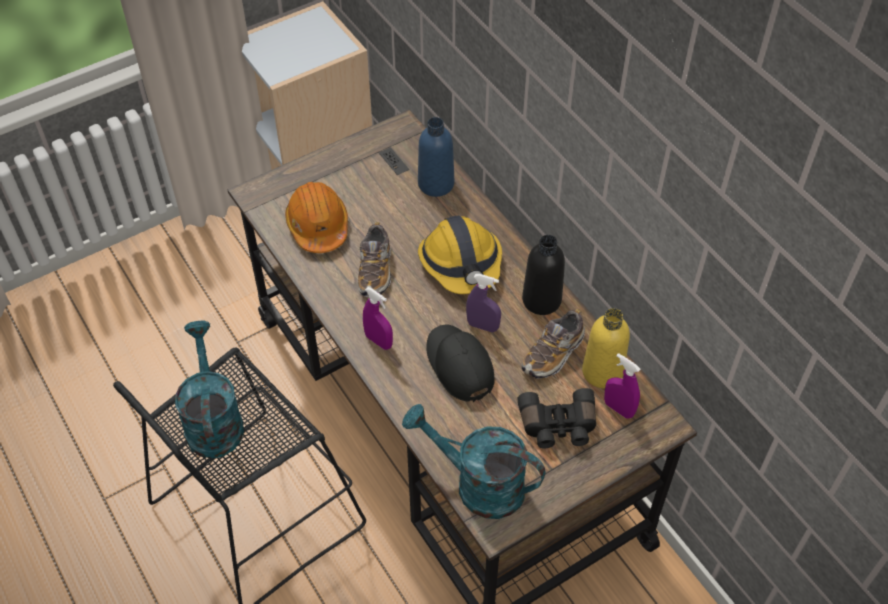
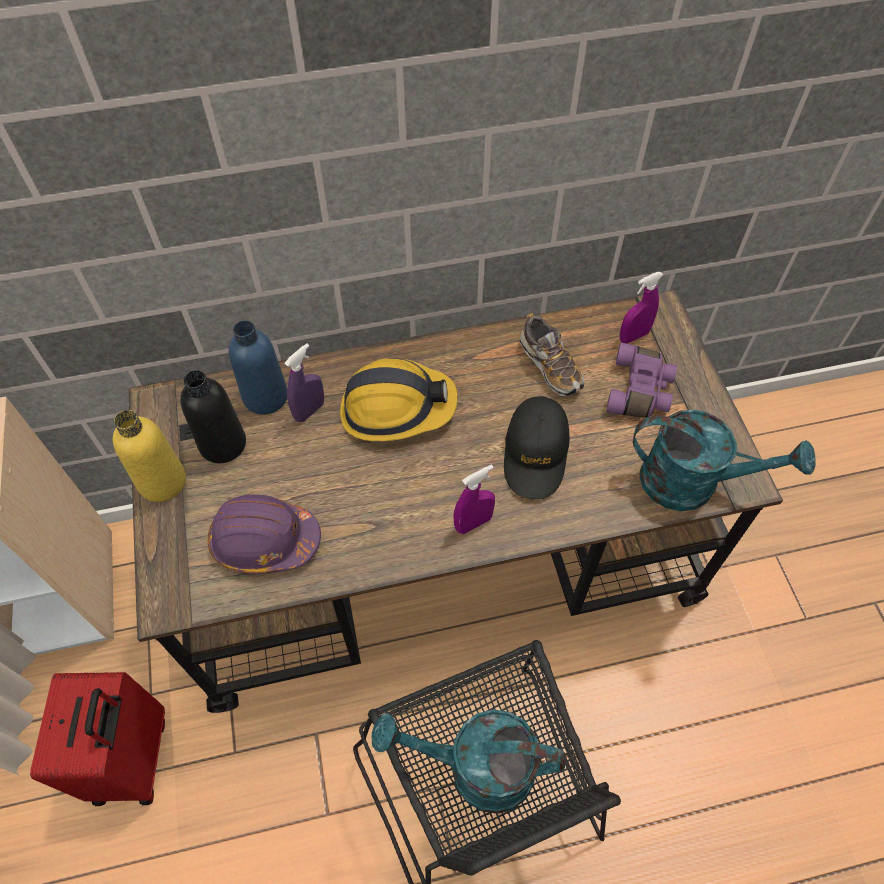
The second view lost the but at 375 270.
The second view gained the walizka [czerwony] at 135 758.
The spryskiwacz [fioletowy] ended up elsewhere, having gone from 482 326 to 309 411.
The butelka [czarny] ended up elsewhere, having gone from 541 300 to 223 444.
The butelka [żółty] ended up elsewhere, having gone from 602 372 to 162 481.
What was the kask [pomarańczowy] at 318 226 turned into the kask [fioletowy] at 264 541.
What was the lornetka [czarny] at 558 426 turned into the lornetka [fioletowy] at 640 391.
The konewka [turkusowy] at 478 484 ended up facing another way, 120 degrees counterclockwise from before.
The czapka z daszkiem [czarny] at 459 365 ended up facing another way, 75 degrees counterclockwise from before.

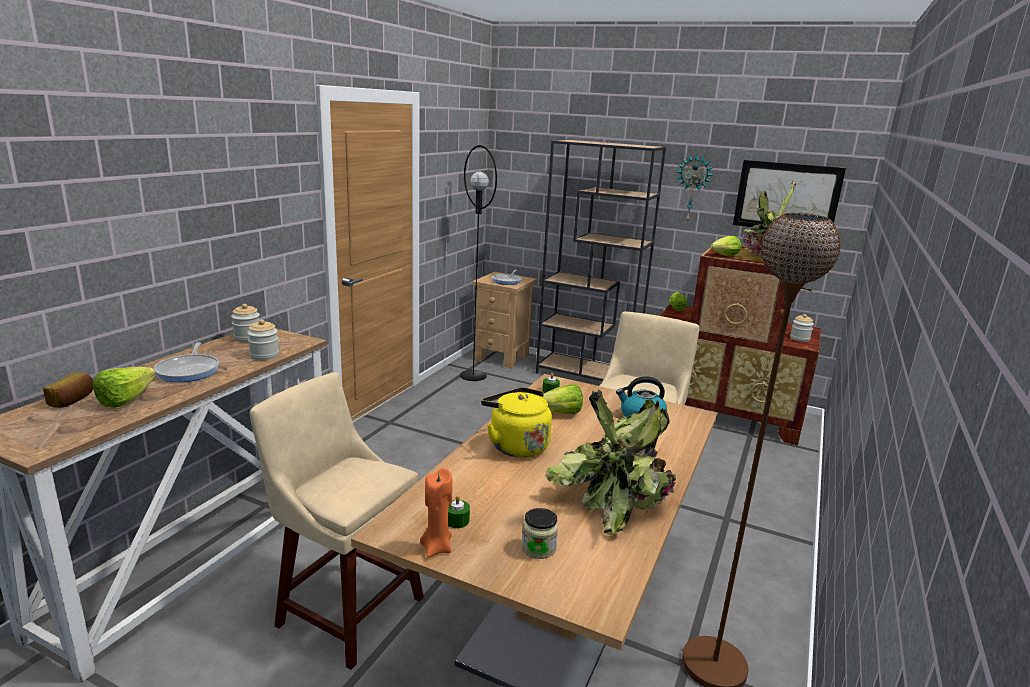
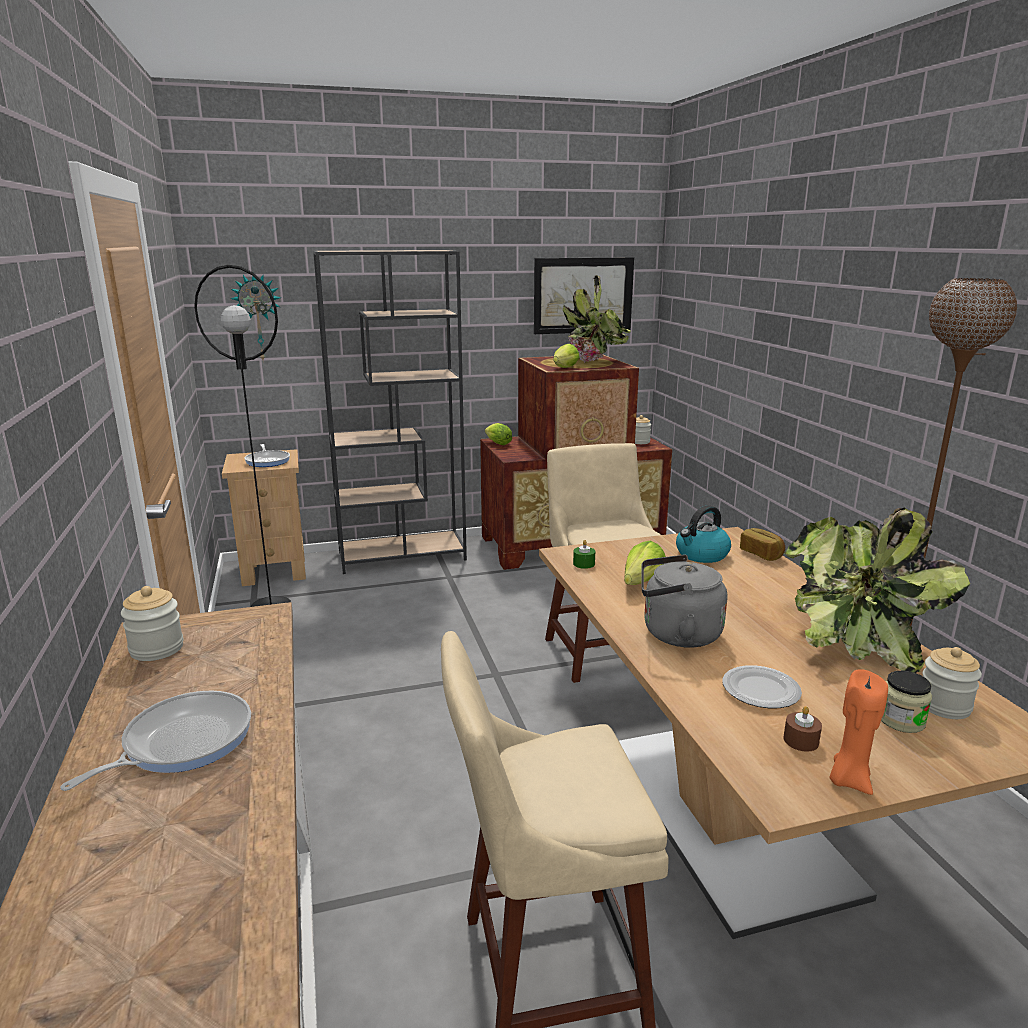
The second view lost the sałata at 131 399.
The second view gained the talerz at 761 691.
The chleb ended up elsewhere, having gone from 73 400 to 761 554.
The słoik ended up elsewhere, having gone from 264 355 to 944 706.
The zegar ścienny ended up elsewhere, having gone from 692 188 to 258 317.
What was the świeca [zielony] at 457 520 turned into the świeca [brązowy] at 801 740.
What was the czajnik [żółty] at 516 445 turned into the czajnik [szary] at 676 634.
The patelnia at 189 370 ended up facing another way, 90 degrees counterclockwise from before.

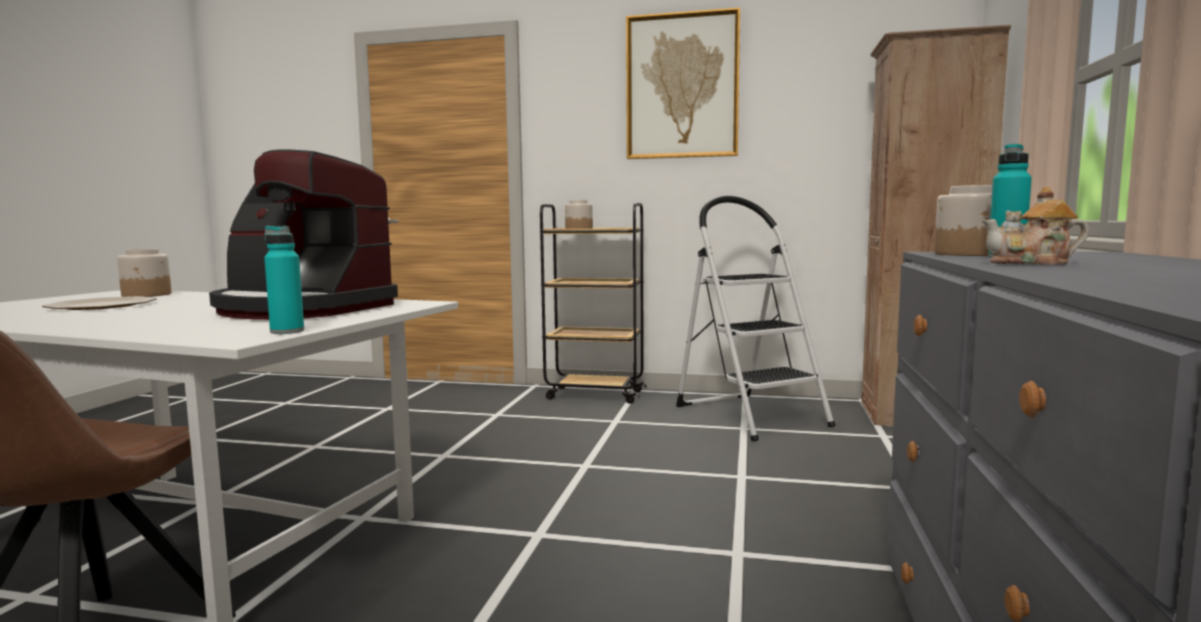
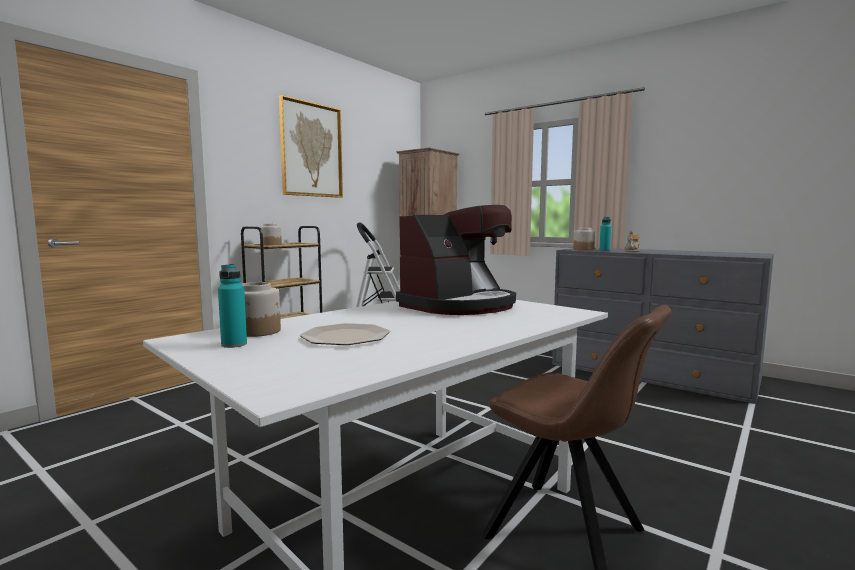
The butelka [turkusowy] ended up elsewhere, having gone from 287 331 to 234 344.

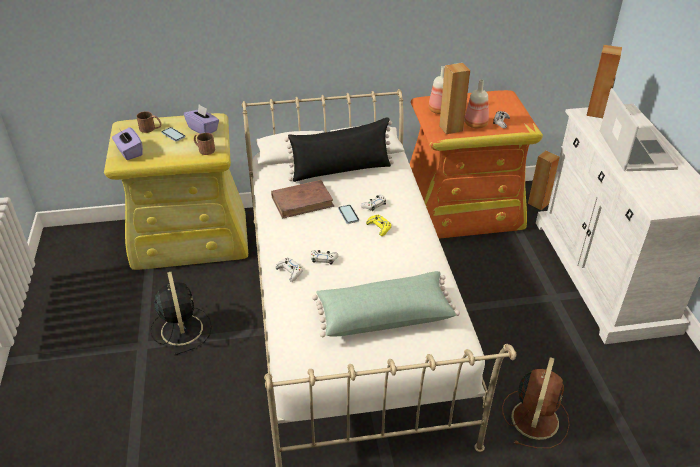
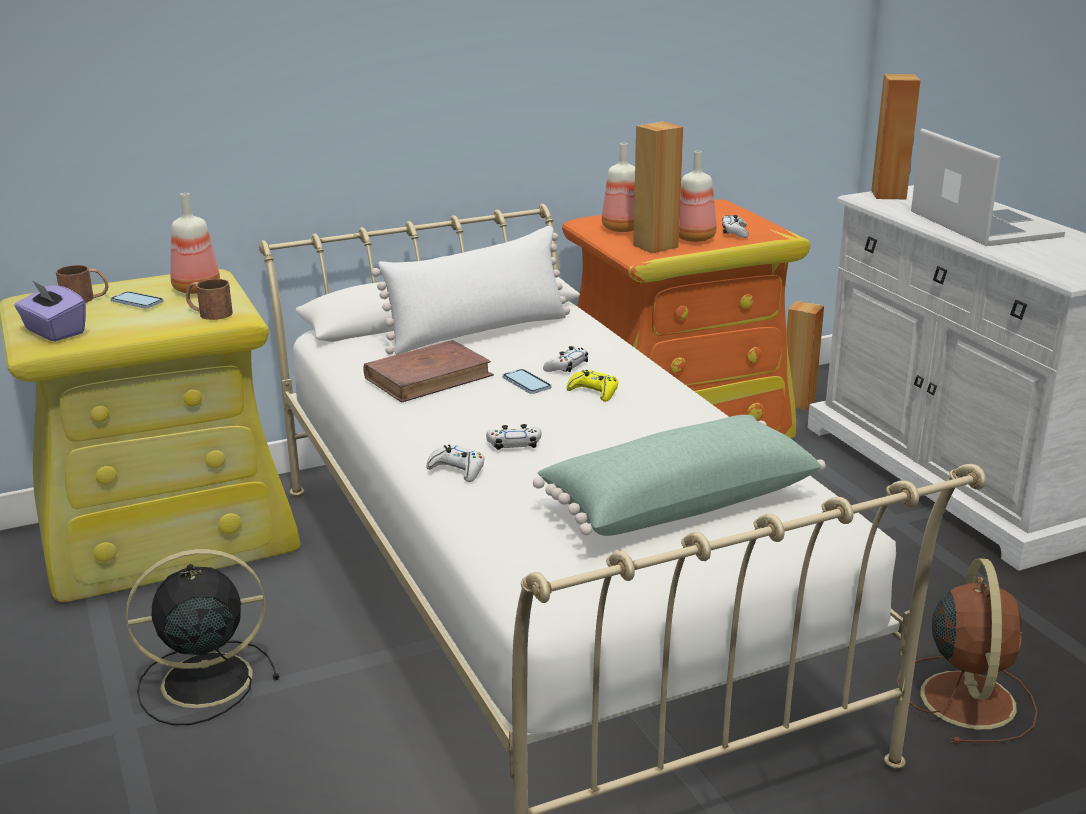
Where the pudełko chusteczek [fioletowy] stood at 203 129, the butelka came to stand at 195 289.
What was the poduszka [czarny] at 341 170 turned into the poduszka [biały] at 478 332.
The wentylator [czarny] at 181 328 ended up facing another way, 75 degrees counterclockwise from before.

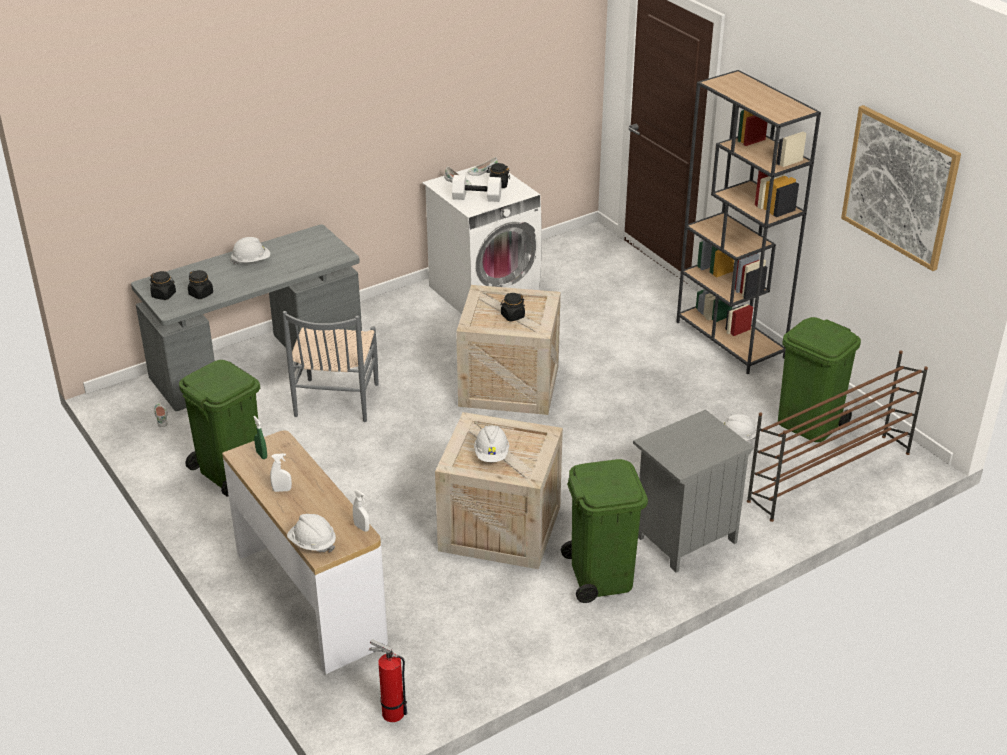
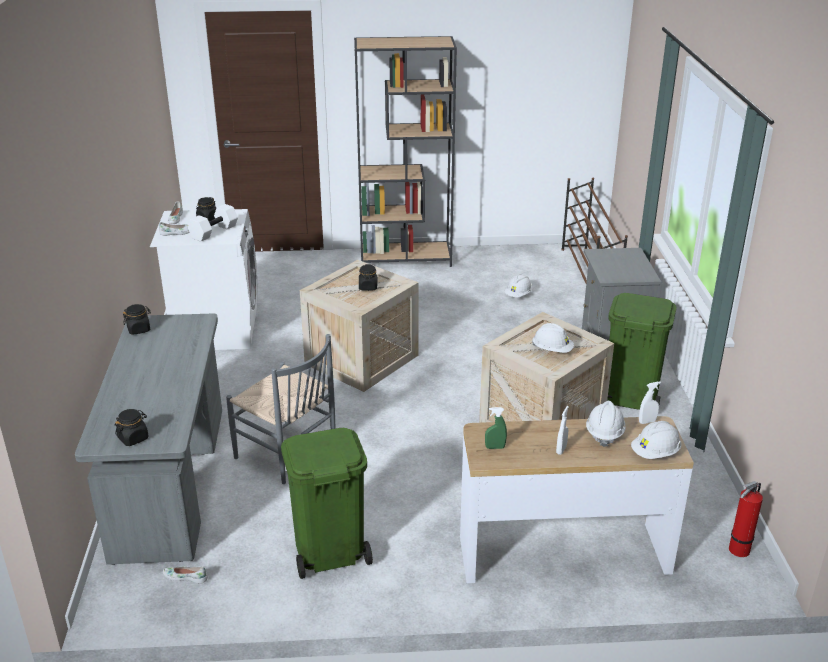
The second view lost the kosz na śmieci [zielony] at 809 424.
The second view lost the obraz at 900 187.
The słoik [czarny] ended up elsewhere, having gone from 201 294 to 139 329.
The kask [biały] ended up elsewhere, having gone from 251 261 to 604 433.

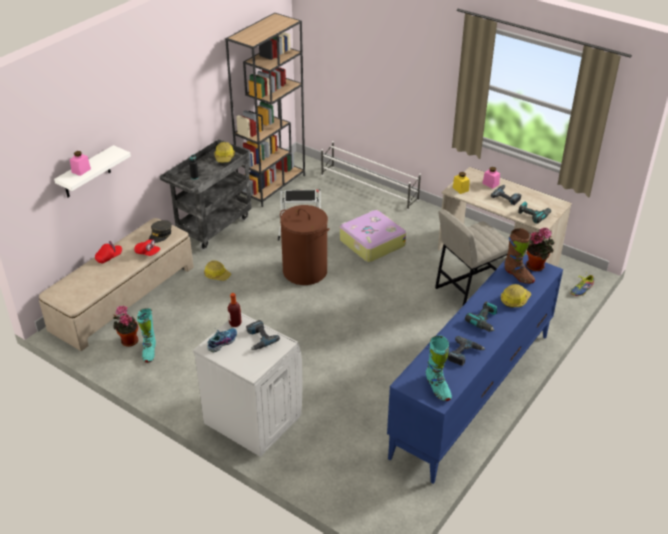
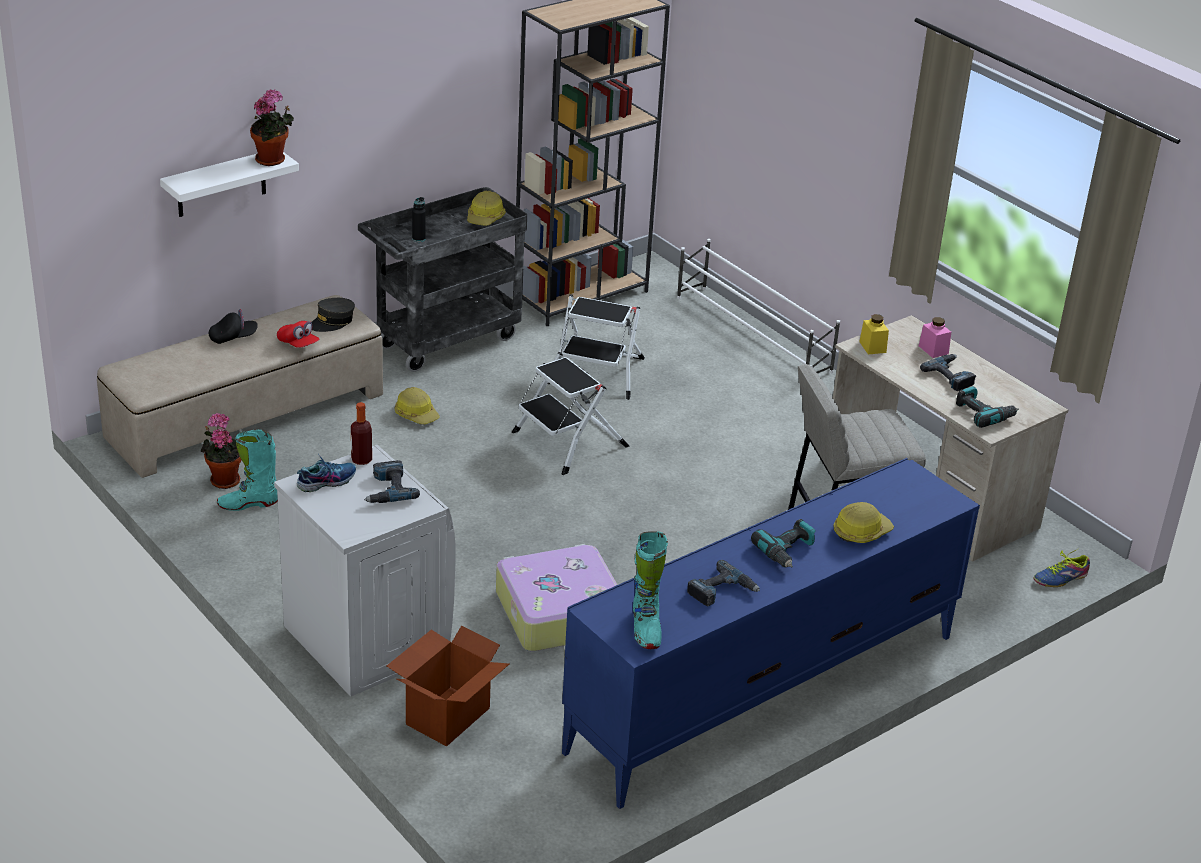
The second view lost the słoik [różowy] at 81 170.
The second view lost the but z cholewką [brązowy] at 518 276.
The second view gained the karton at 447 716.
The walizka ended up elsewhere, having gone from 371 243 to 558 612.
The roślina doniczkowa ended up elsewhere, having gone from 537 266 to 273 160.
Where the kosz na pranie [brązowy] stood at 305 271, the drabinka came to stand at 569 441.
What was the czapka z daszkiem [czerwony] at 109 257 turned into the czapka z daszkiem [czarny] at 233 337.
The but z cholewką [turkusowy] at 149 352 ended up facing another way, 60 degrees clockwise from before.

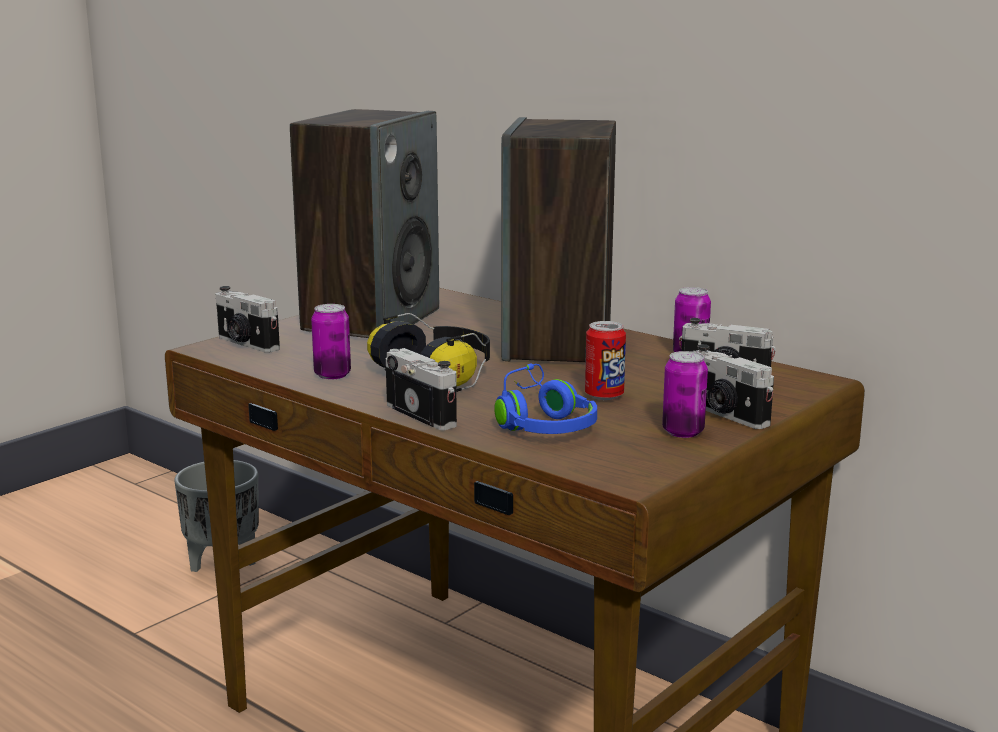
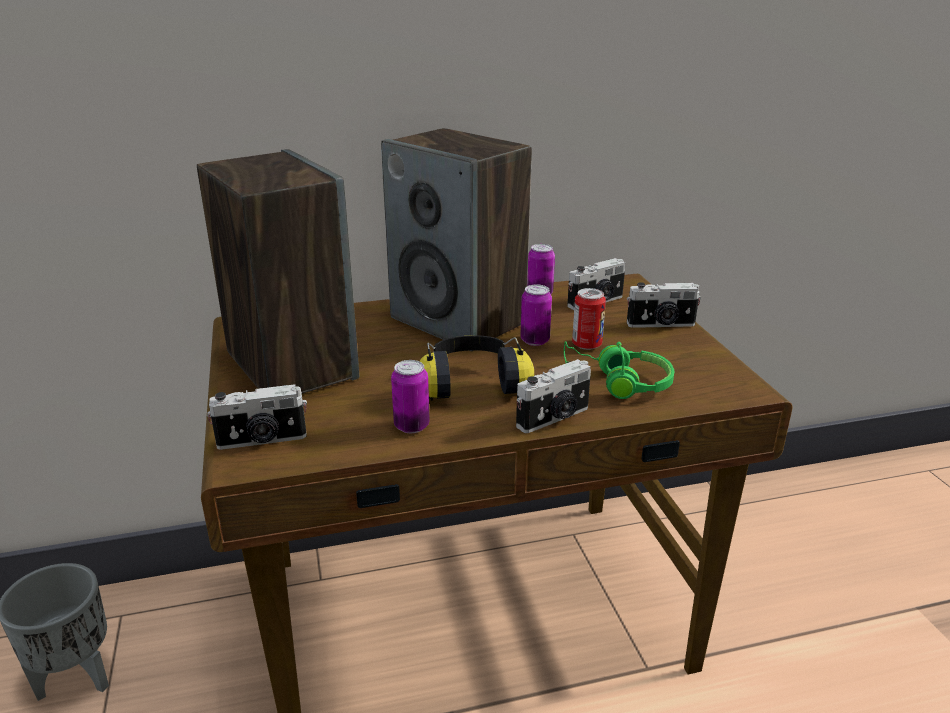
The puszka ended up elsewhere, having gone from 683 432 to 535 340.
What was the słuchawki [niebieski] at 542 422 turned into the słuchawki [zielony] at 618 382.
The aparat fotograficzny at 423 414 ended up facing another way, 150 degrees clockwise from before.

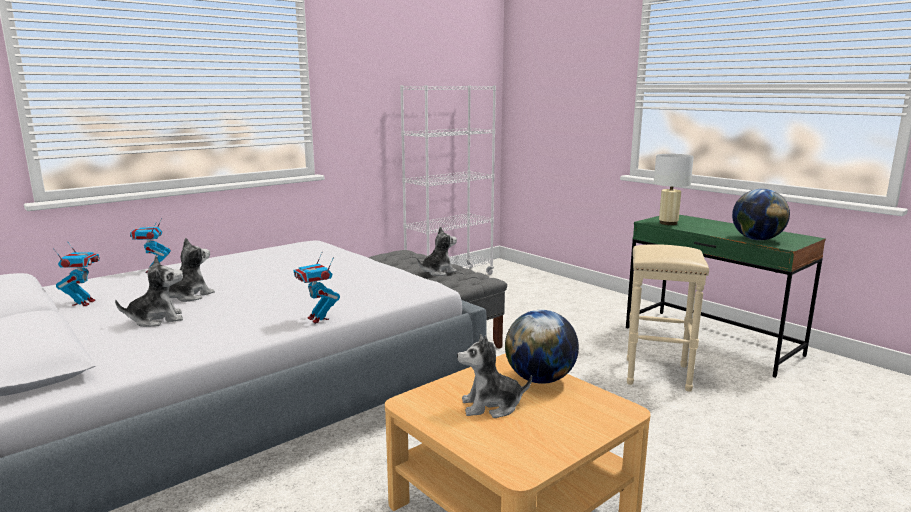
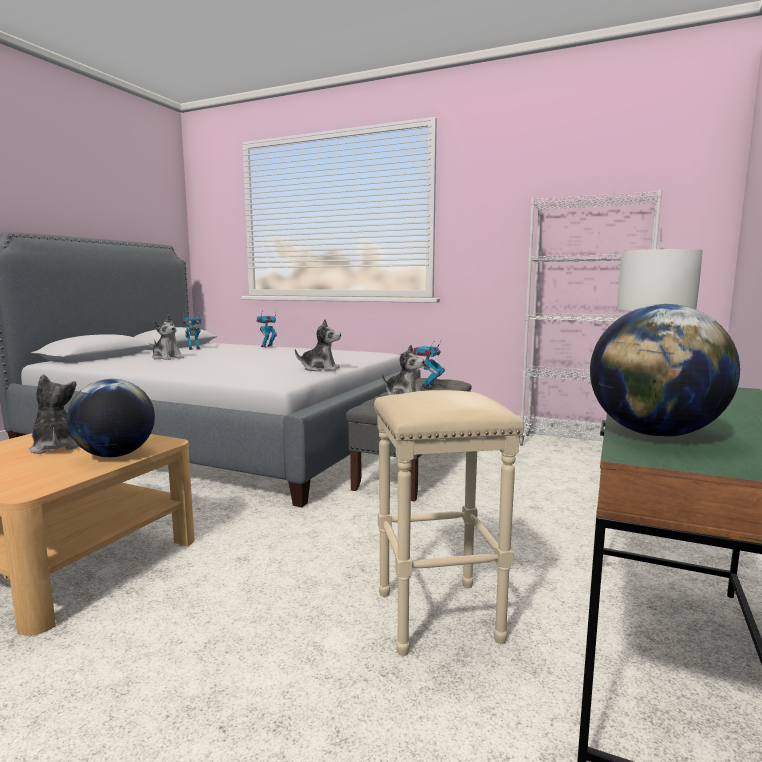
The pluszak ended up elsewhere, having gone from 189 296 to 320 369.
The robot zabawkowy ended up elsewhere, having gone from 318 319 to 428 386.

